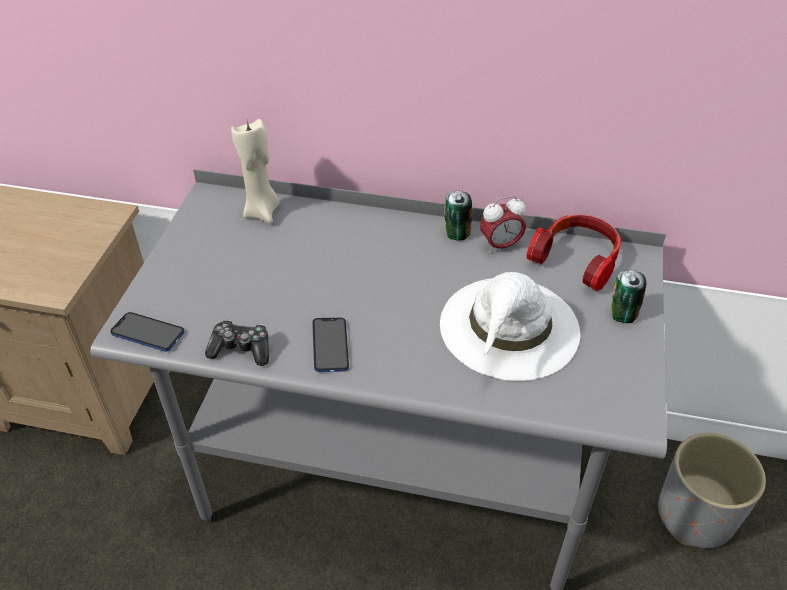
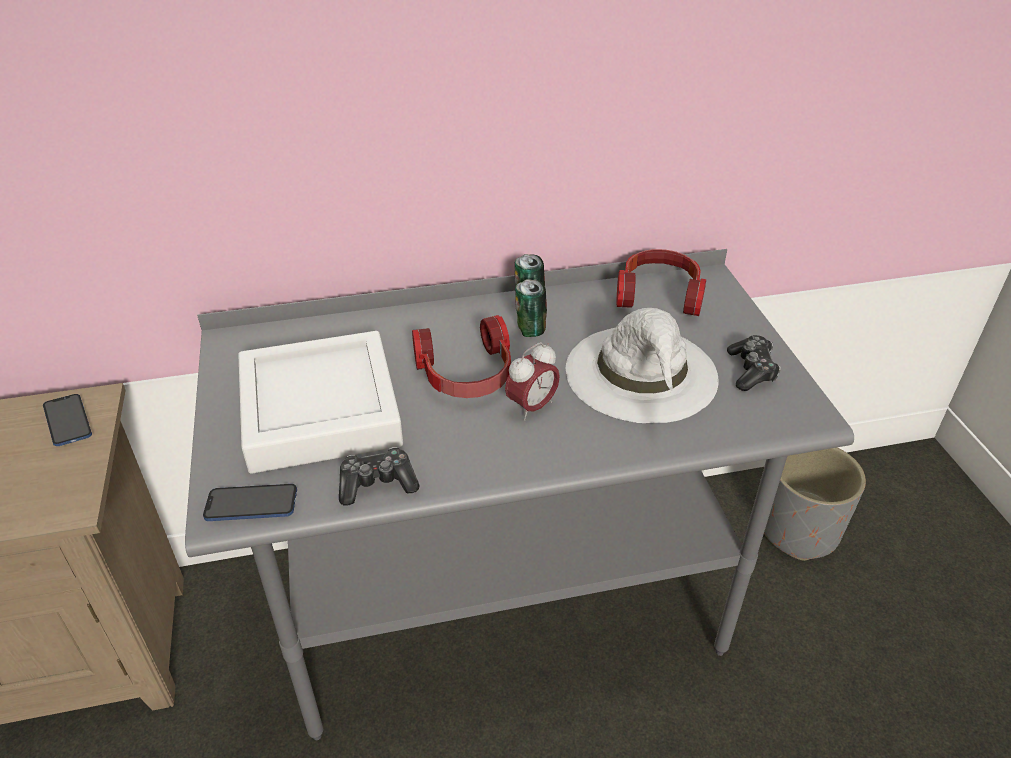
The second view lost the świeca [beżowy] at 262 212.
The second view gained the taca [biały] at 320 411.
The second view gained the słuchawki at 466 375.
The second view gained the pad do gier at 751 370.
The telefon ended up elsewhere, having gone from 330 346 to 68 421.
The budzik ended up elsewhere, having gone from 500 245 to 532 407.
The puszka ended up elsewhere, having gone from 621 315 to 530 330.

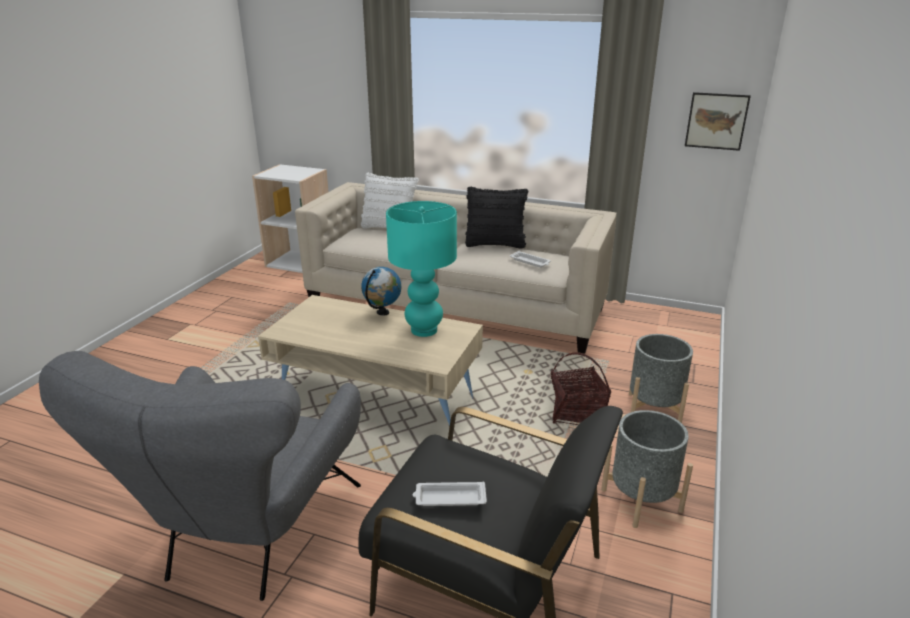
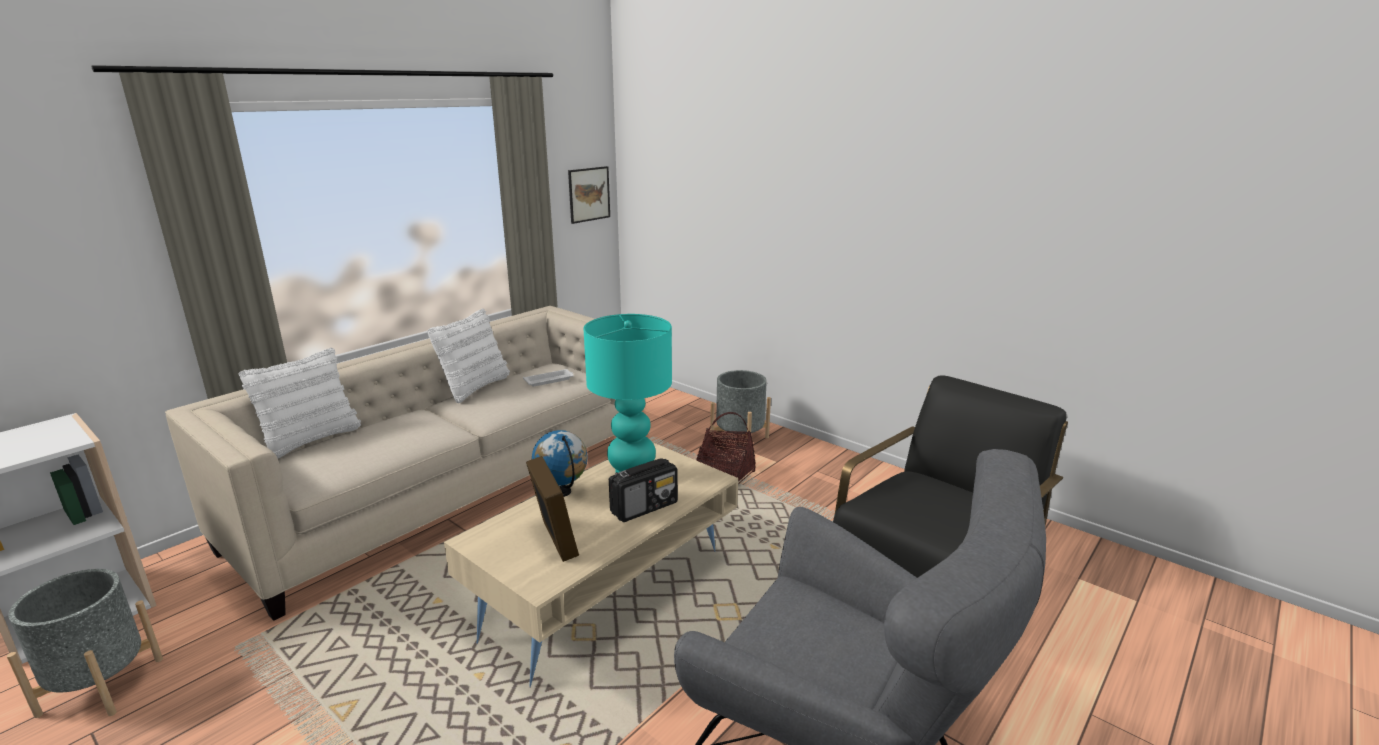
The second view lost the taca [biały] at 449 498.
The second view gained the ramka na zdjęcie at 554 540.
The second view gained the radio at 645 507.
The donica [szary] ended up elsewhere, having gone from 641 500 to 101 686.
What was the poduszka [czarny] at 495 244 turned into the poduszka [biały] at 475 388.

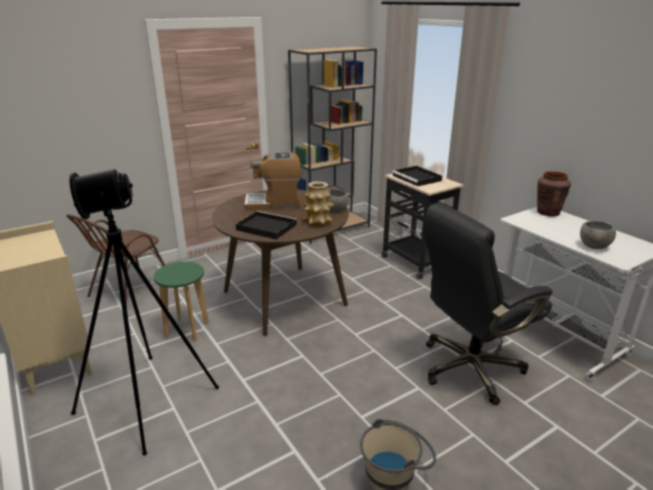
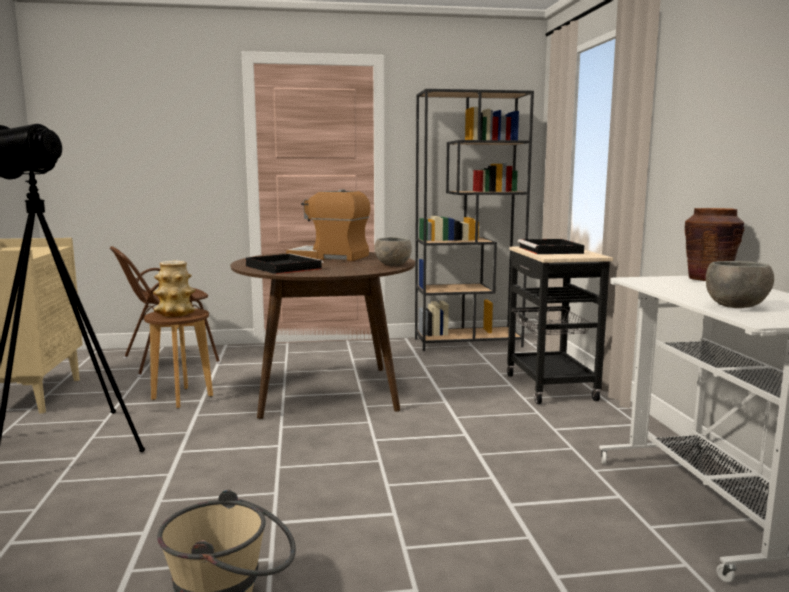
The second view lost the krzesło biurowe [czarny] at 473 367.
The wazon ended up elsewhere, having gone from 318 222 to 175 314.
What was the stołek [zielony] at 187 330 turned into the stołek [brązowy] at 182 398.

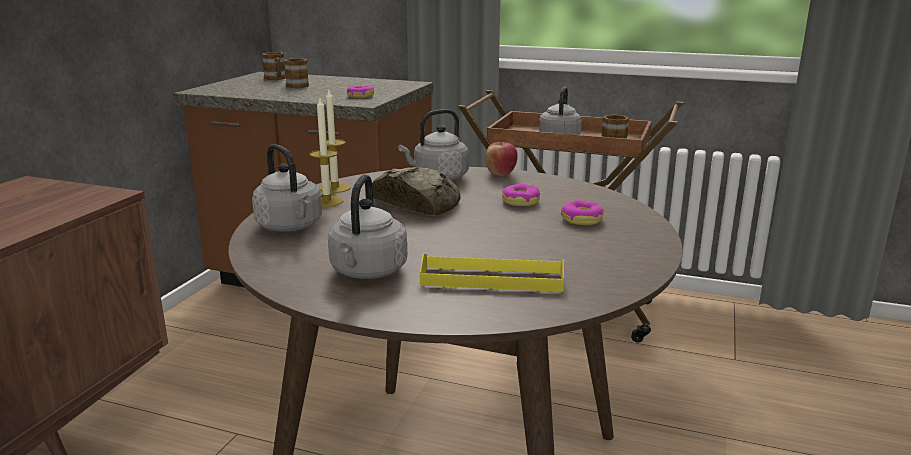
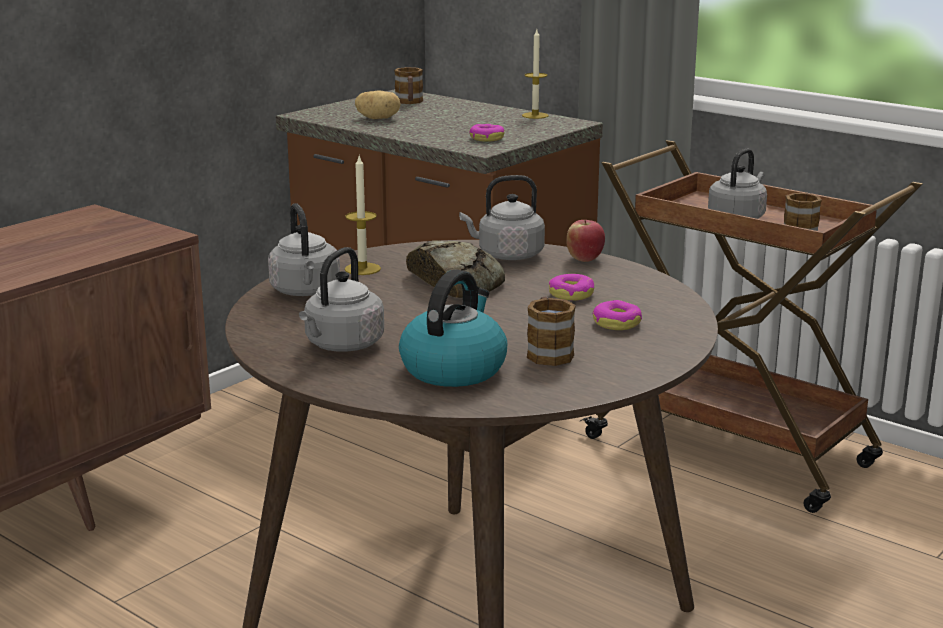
The second view gained the ziemniak at 378 118.
The kubek ended up elsewhere, having gone from 296 85 to 548 352.
The świeca ended up elsewhere, having gone from 335 188 to 535 115.
Where the taca [żółty] stood at 492 279, the czajnik came to stand at 453 368.

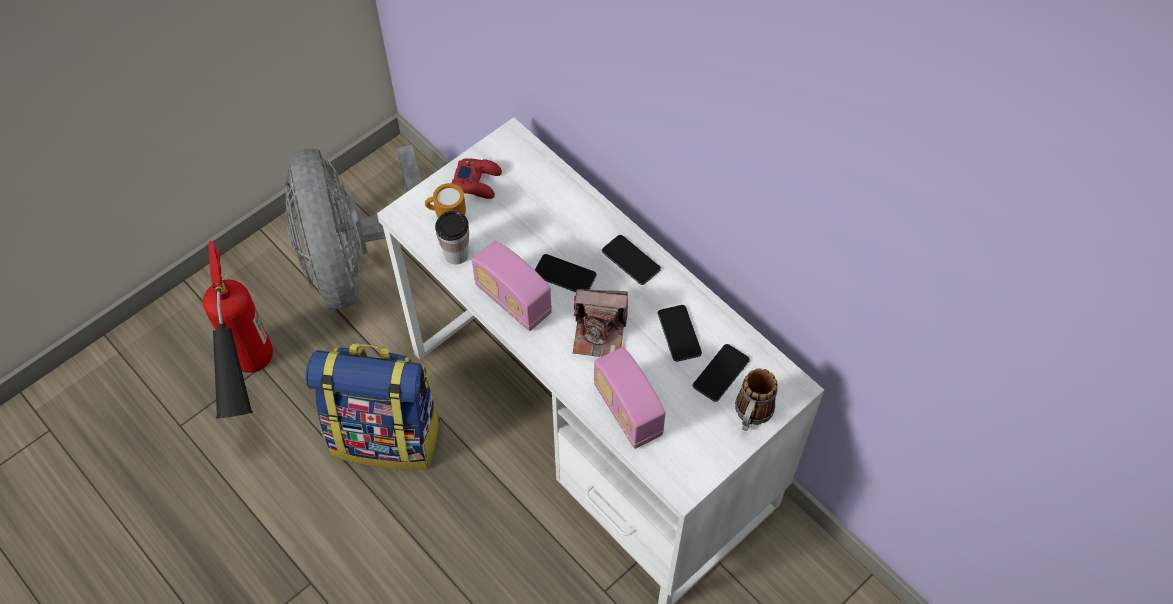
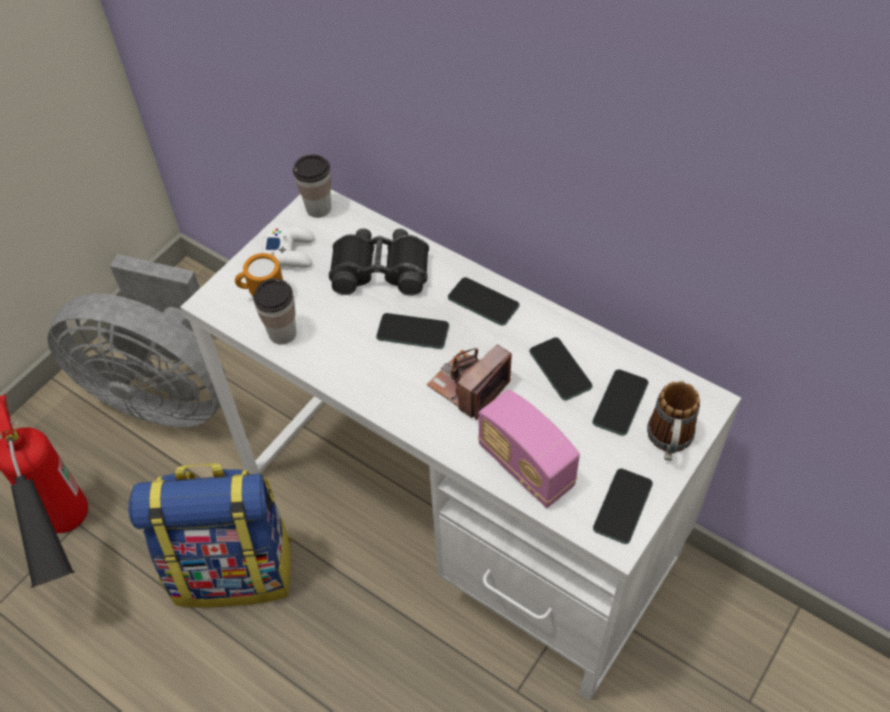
The second view lost the radio at 513 300.
The second view gained the filiżanka at 318 208.
The second view gained the lornetka [czarny] at 380 269.
The second view gained the telefon at 622 506.
What was the pad do gier [czerwony] at 478 181 turned into the pad do gier [biały] at 289 252.
The wentylator [szary] at 357 263 ended up facing another way, 45 degrees counterclockwise from before.
The aparat fotograficzny at 599 333 ended up facing another way, 135 degrees clockwise from before.

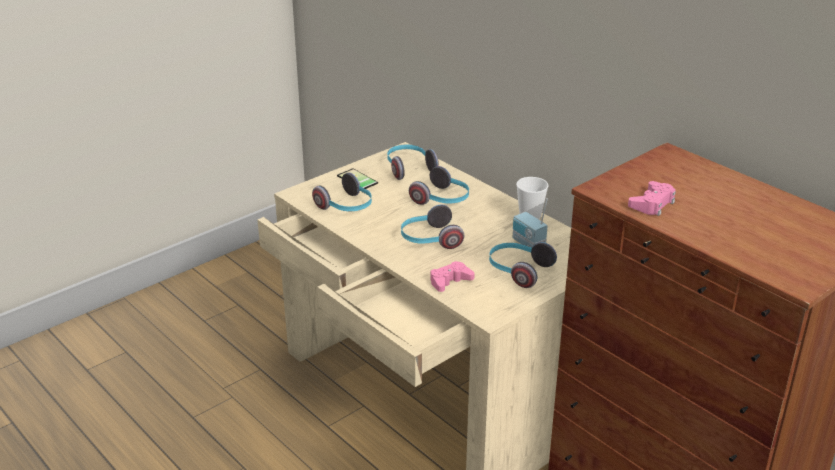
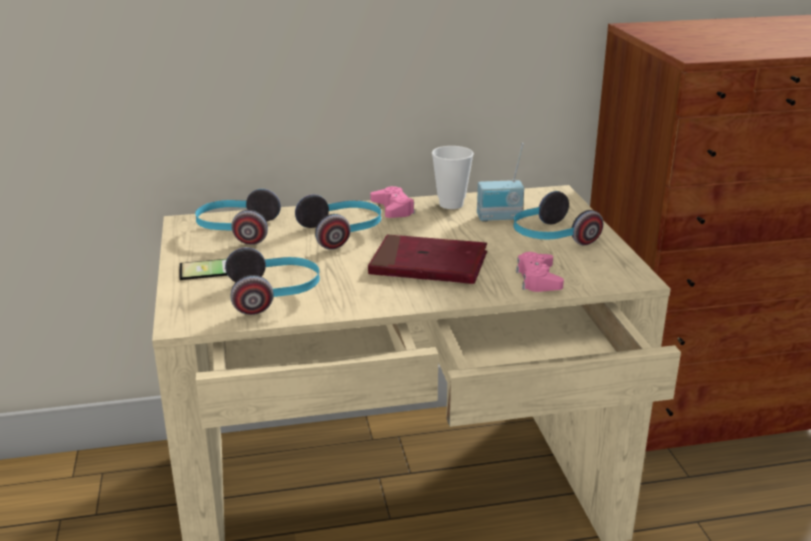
The pad do gier [różowy] ended up elsewhere, having gone from 652 204 to 393 209.
Where the słuchawki stood at 429 239, the książka [czerwony] came to stand at 428 265.

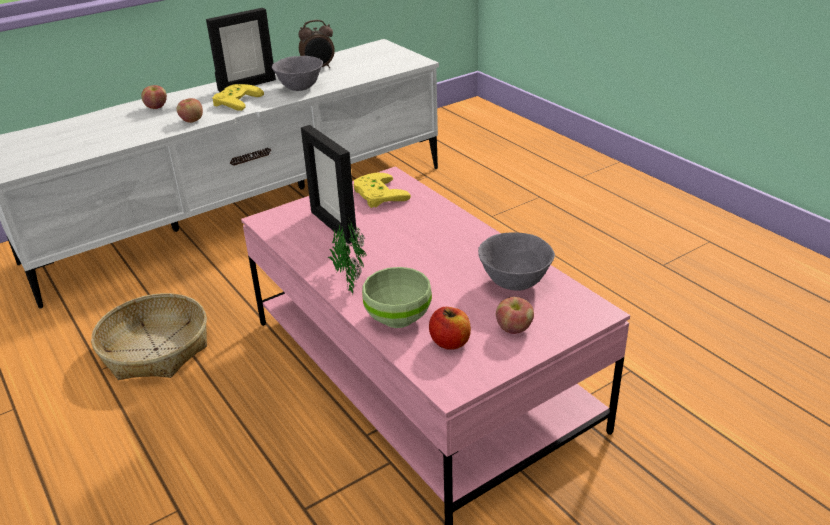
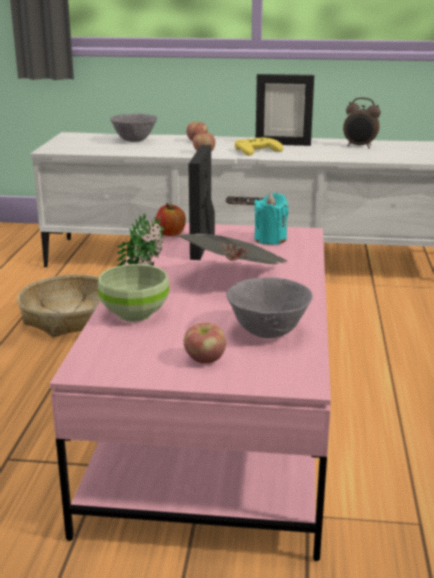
The second view gained the gazeta at 235 279.
The miska [szary] ended up elsewhere, having gone from 300 88 to 135 141.
The jabłko ended up elsewhere, having gone from 450 342 to 170 233.
Where the pad do gier [żółty] stood at 376 195, the świeca [turkusowy] came to stand at 270 239.

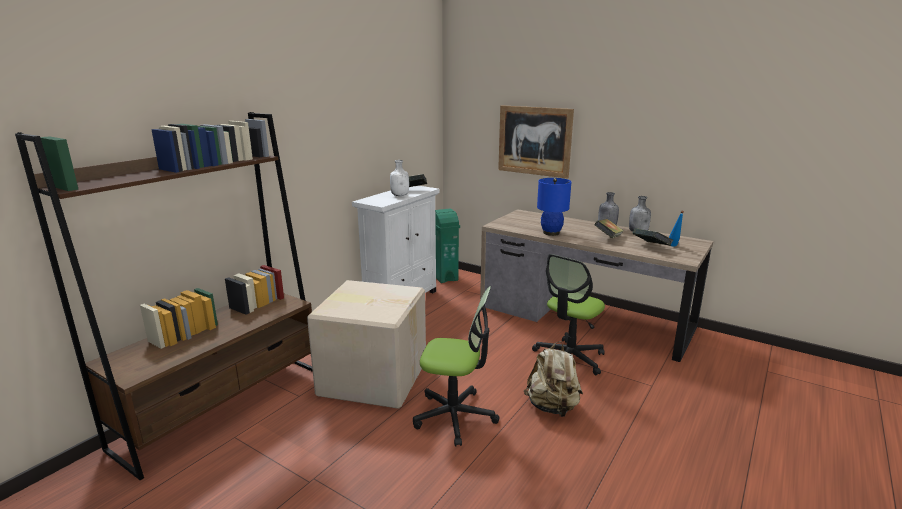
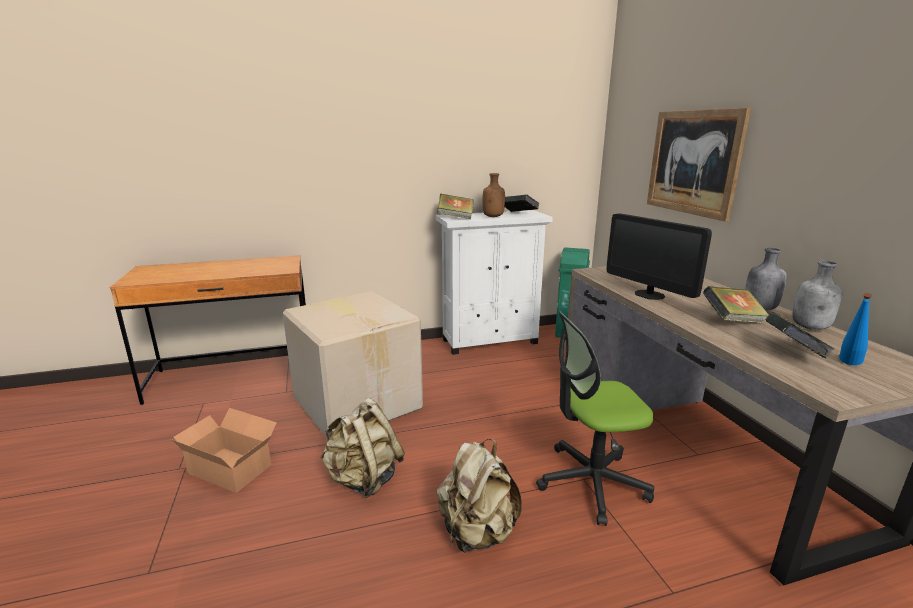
The second view gained the karton at 231 467.
The second view gained the książka at 455 217.
Where the regał [brązowy] stood at 223 406, the biurko [brązowy] came to stand at 234 376.
Where the krzesło biurowe stood at 455 416, the plecak [beżowy] came to stand at 364 479.
Where the lampa stołowa [niebieski] stood at 551 233, the monitor came to stand at 649 295.
What was the butelka [biały] at 400 195 turned into the butelka [brązowy] at 493 216.

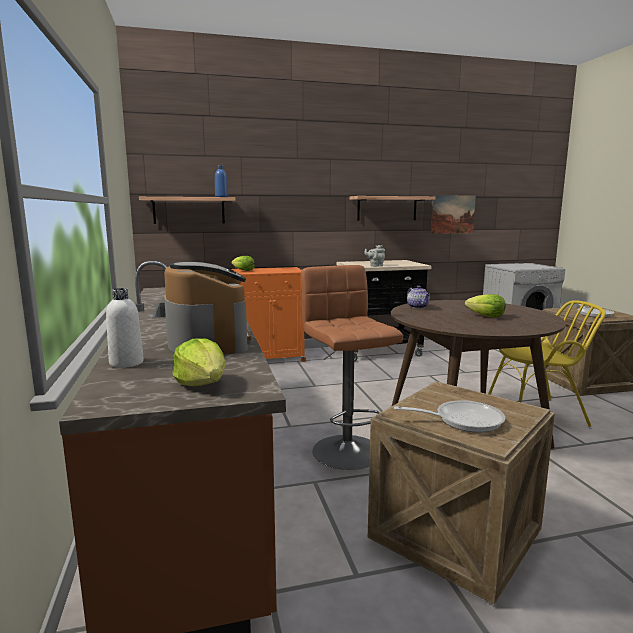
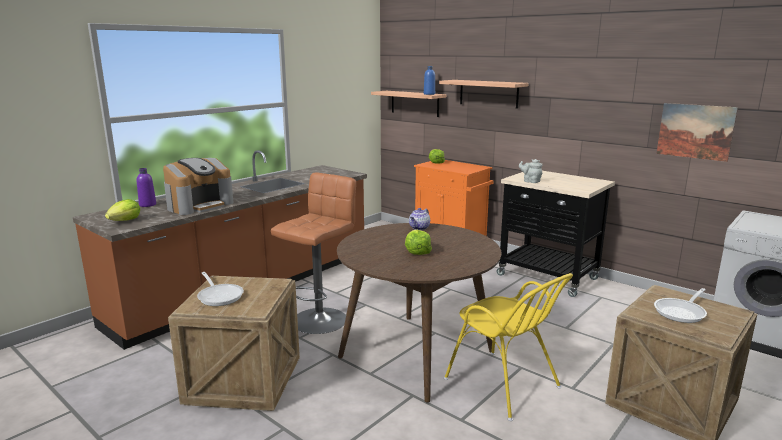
The półka ended up elsewhere, having gone from 387 208 to 488 93.
What was the butelka [biały] at 126 363 turned into the butelka [fioletowy] at 147 205.

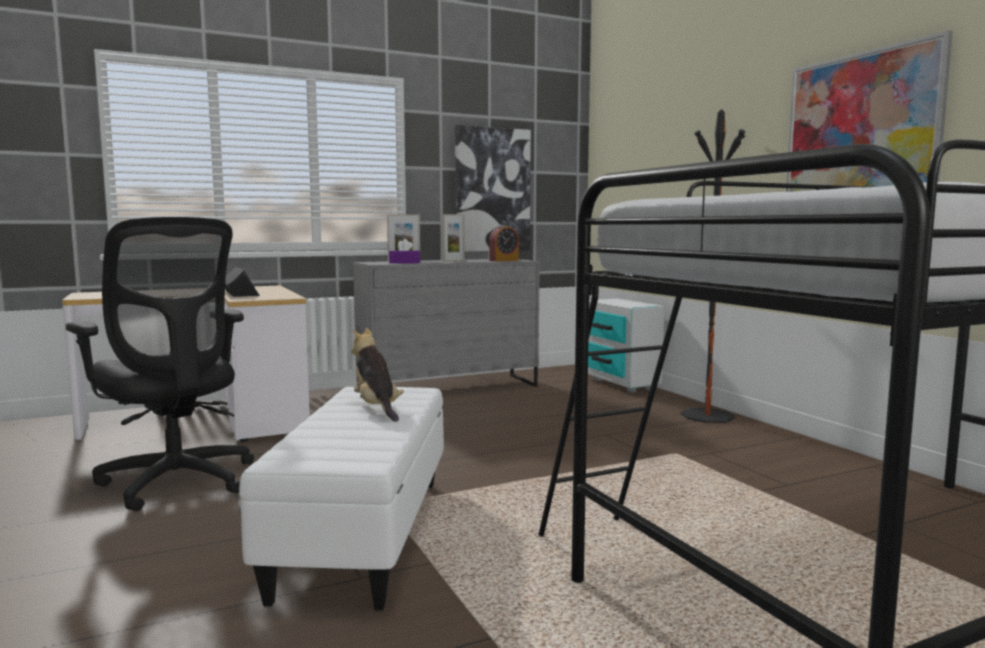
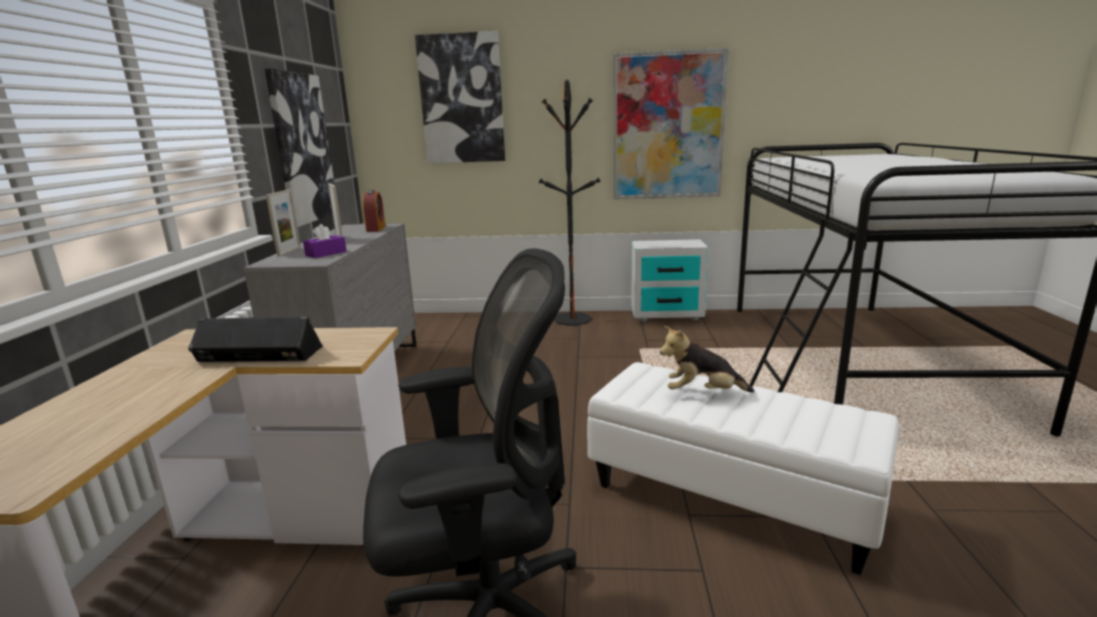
The second view gained the obraz at 462 99.
The szafka nocna [biały] ended up elsewhere, having gone from 621 385 to 667 317.

